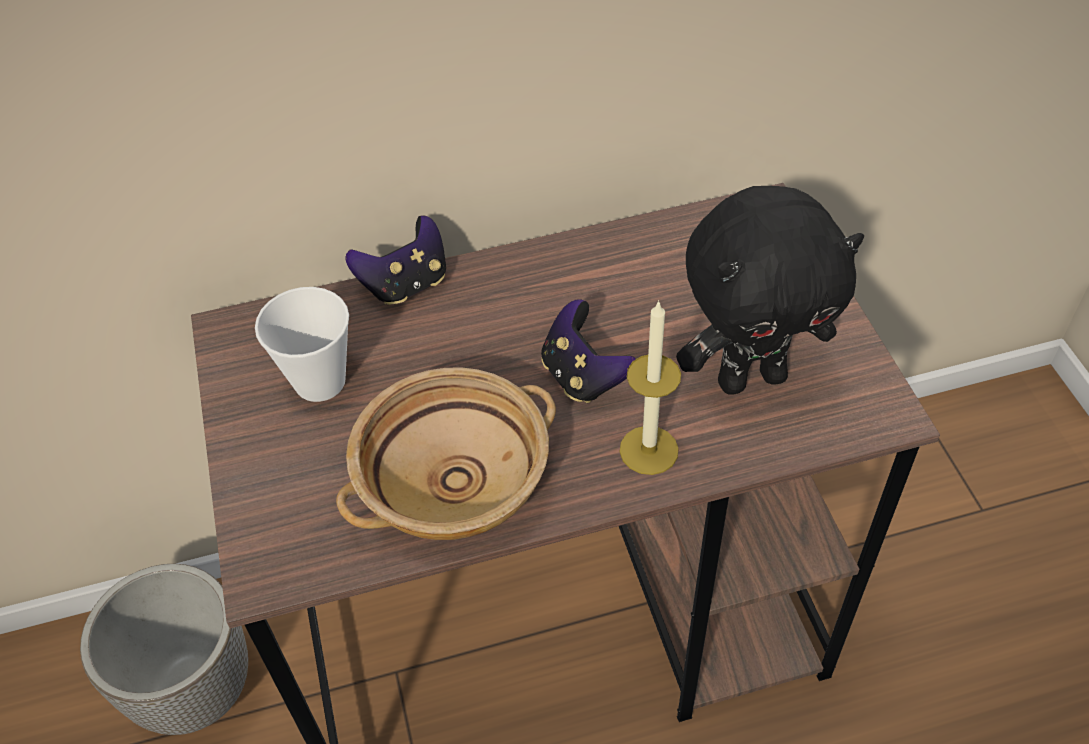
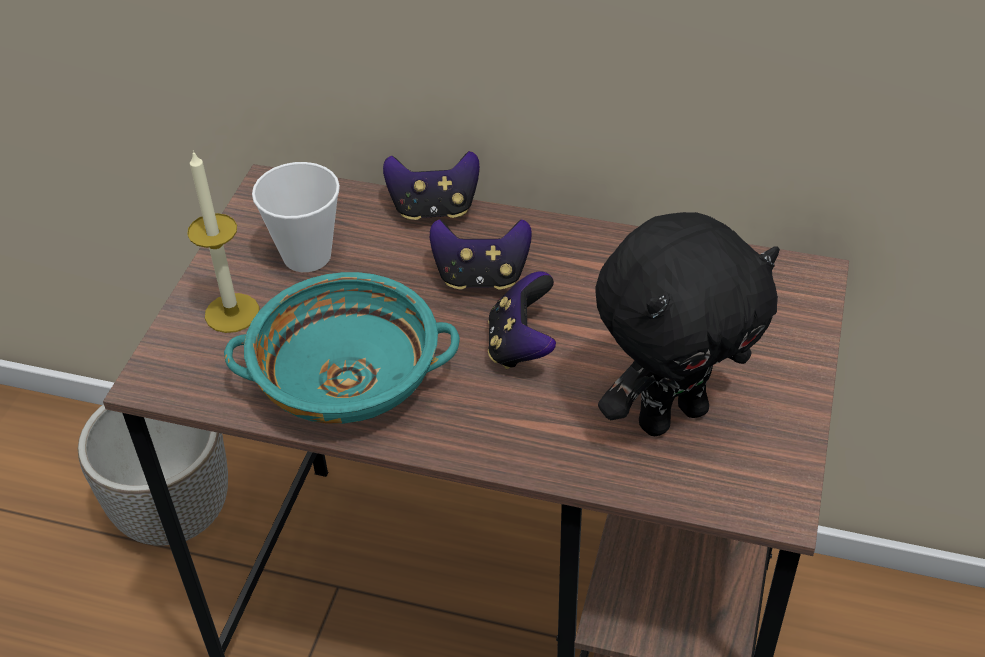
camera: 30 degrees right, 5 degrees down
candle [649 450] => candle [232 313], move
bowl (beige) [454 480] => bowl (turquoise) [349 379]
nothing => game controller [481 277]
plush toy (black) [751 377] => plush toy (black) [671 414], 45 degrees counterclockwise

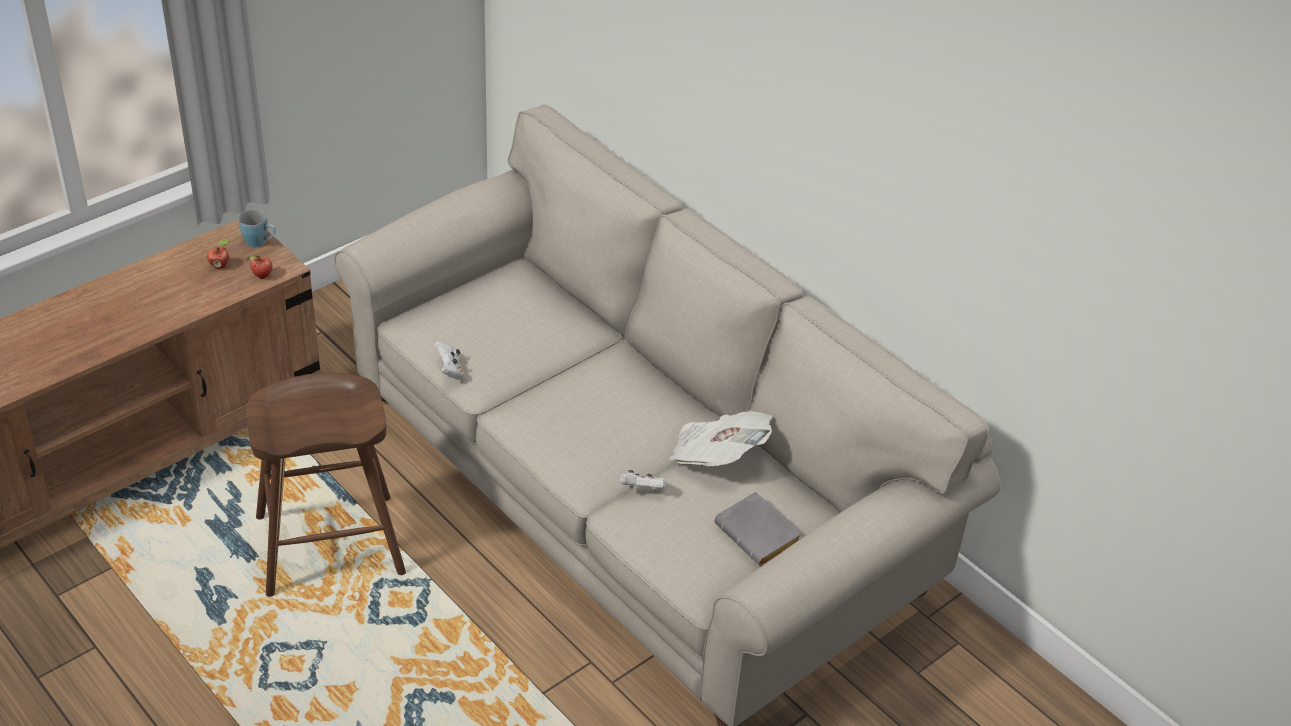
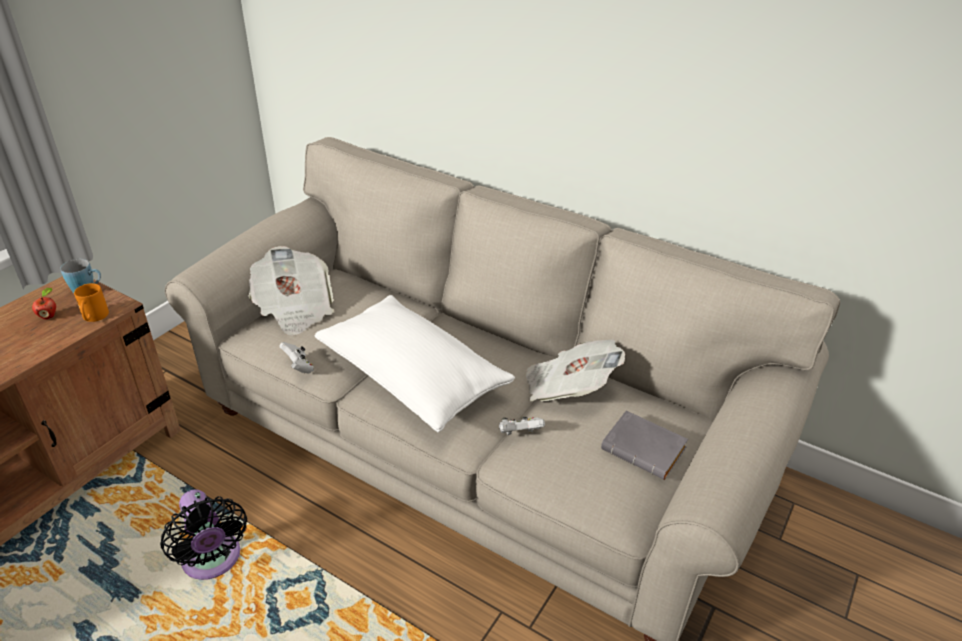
camera: 15 degrees left, 5 degrees down
apple [262 276] => mug (orange) [94 317]
stool (brown) [329 545] => fan (black) [213 561]
nothing => newspaper [294 309]
nothing => pillow (white) [412 378]

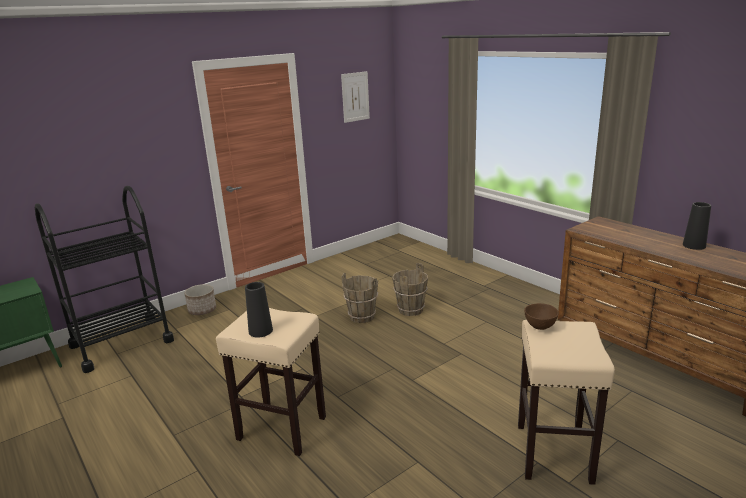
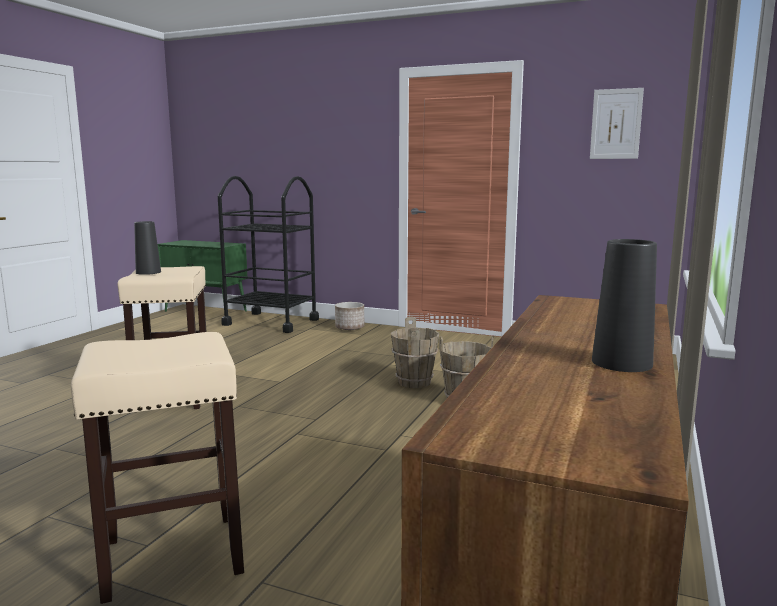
camera: 60 degrees right, 10 degrees down
bowl (brown) [540 326] => nothing

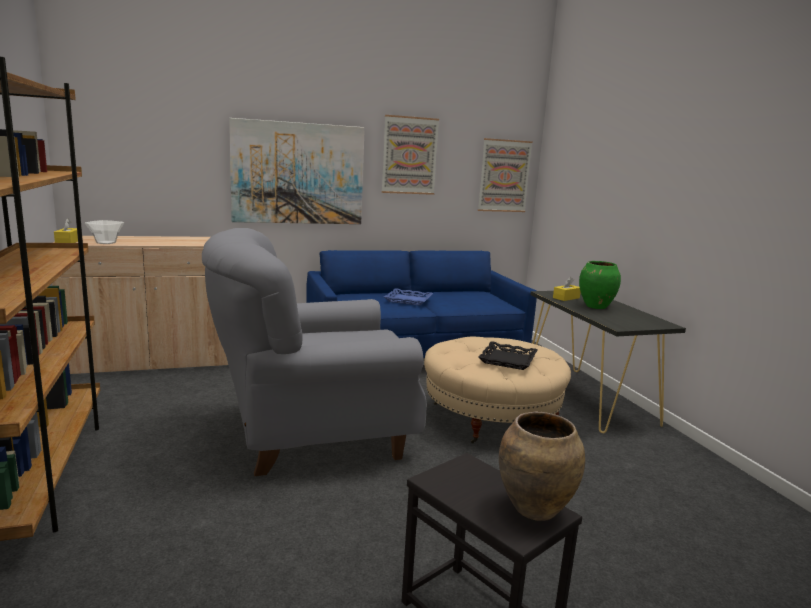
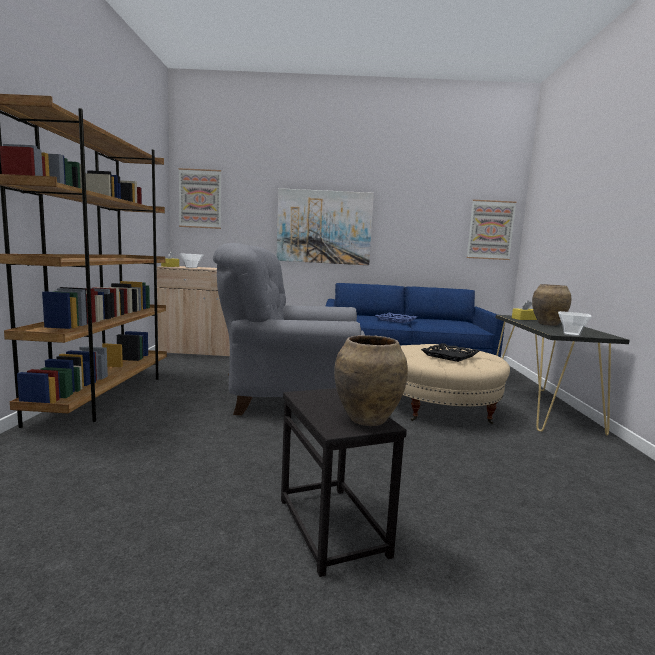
camera: 20 degrees right, 5 degrees down
picture [409 155] => picture [200 199], move
vase (green) [596 306] => vase (brown) [548 324]
nothing => bowl [572 334]

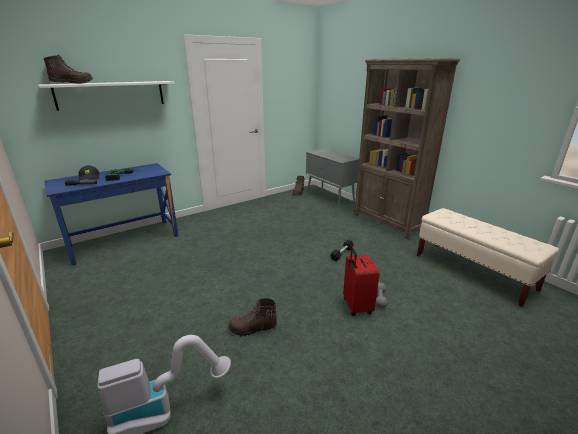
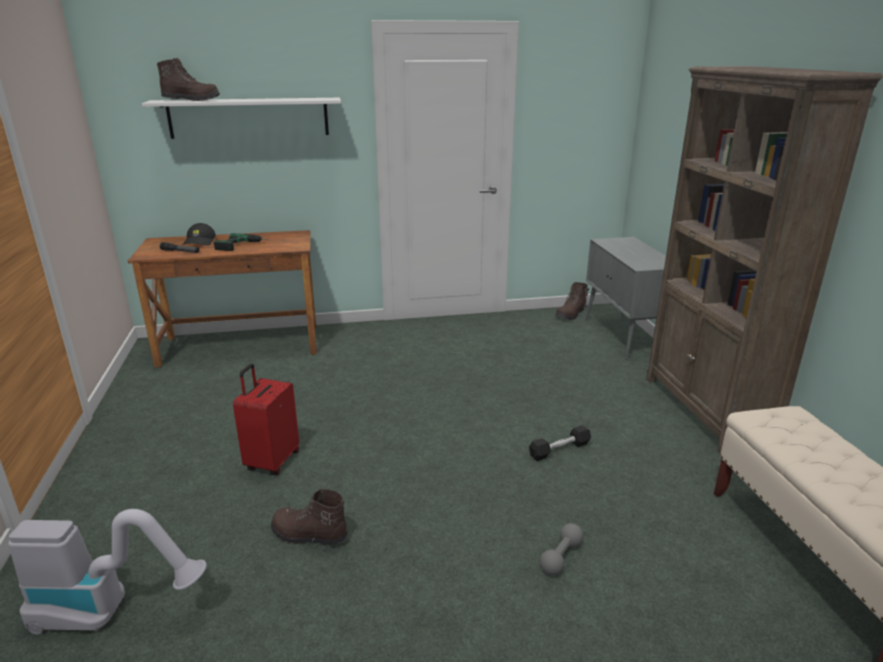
camera: 25 degrees right, 0 degrees up
desk (blue) [124 241] => desk (brown) [241 345]
suitcase (red) [356 306] => suitcase (red) [272 461], move

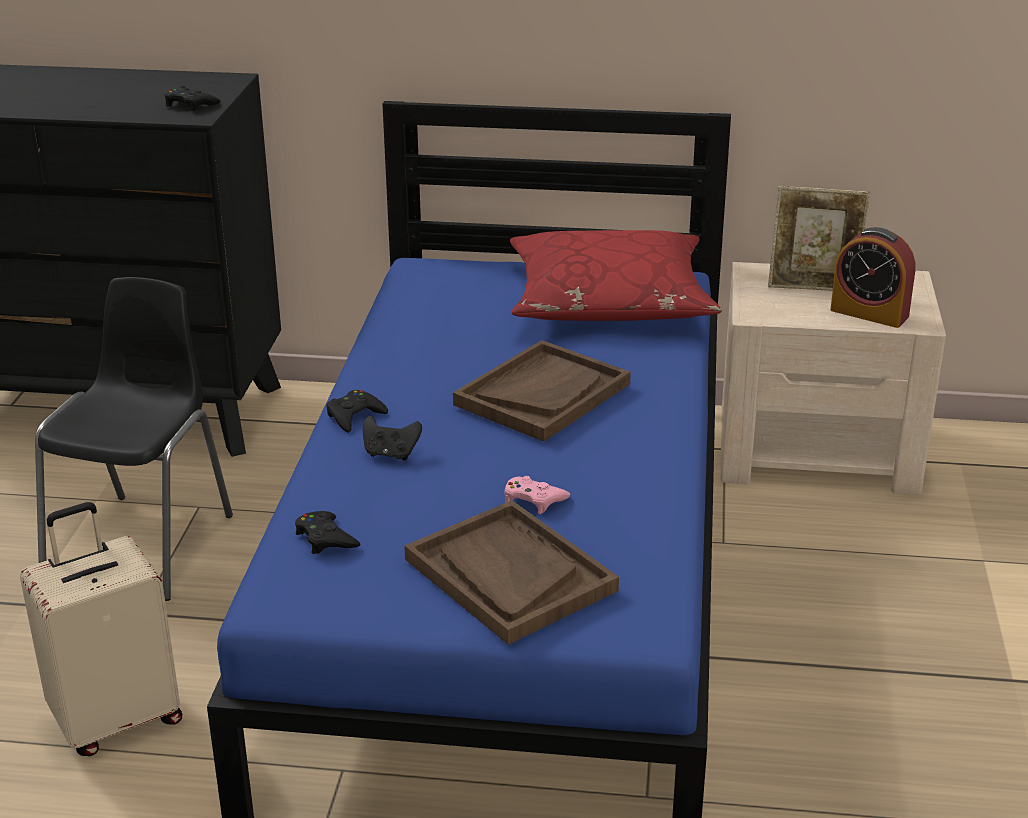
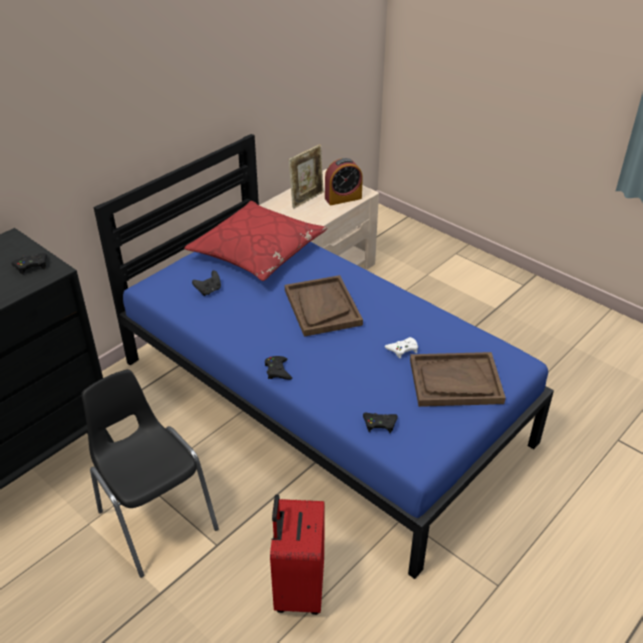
camera: 55 degrees left, 10 degrees up
game controller (black) [391 454] => game controller (black) [209 290], move
suitcase (beige) [116 719] => suitcase (red) [297 588]
game controller (pink) [533 499] => game controller (white) [402 349]

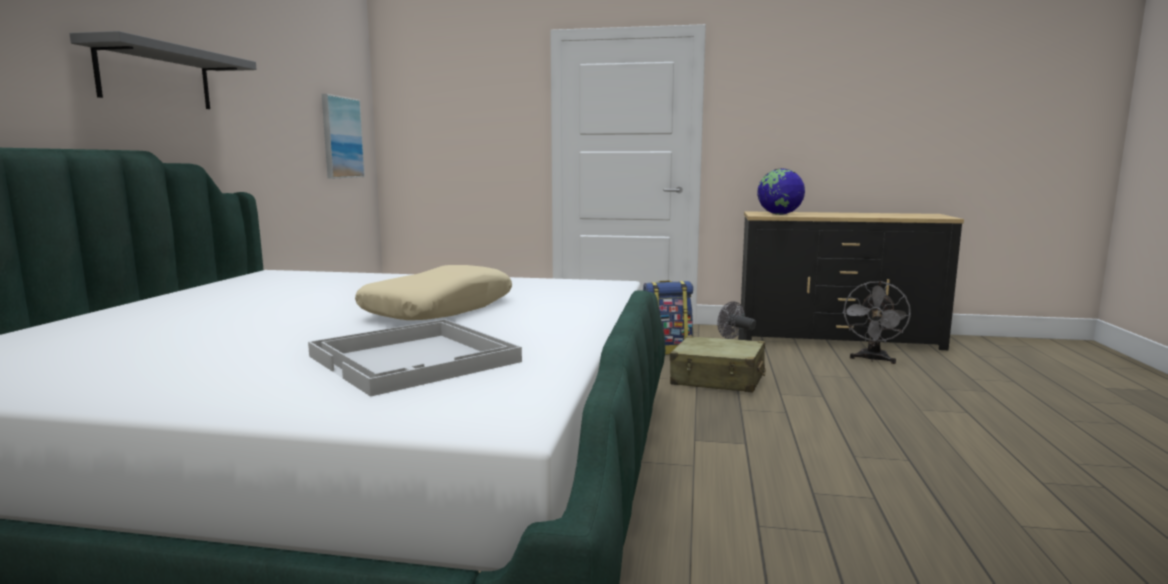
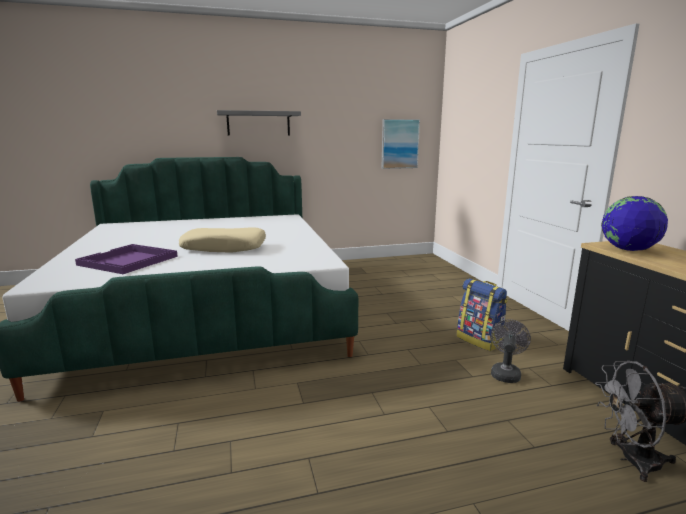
camera: 65 degrees right, 5 degrees up
tray (white) [416 359] => tray (purple) [128 261]
suitcase (beige) [718 379] => nothing

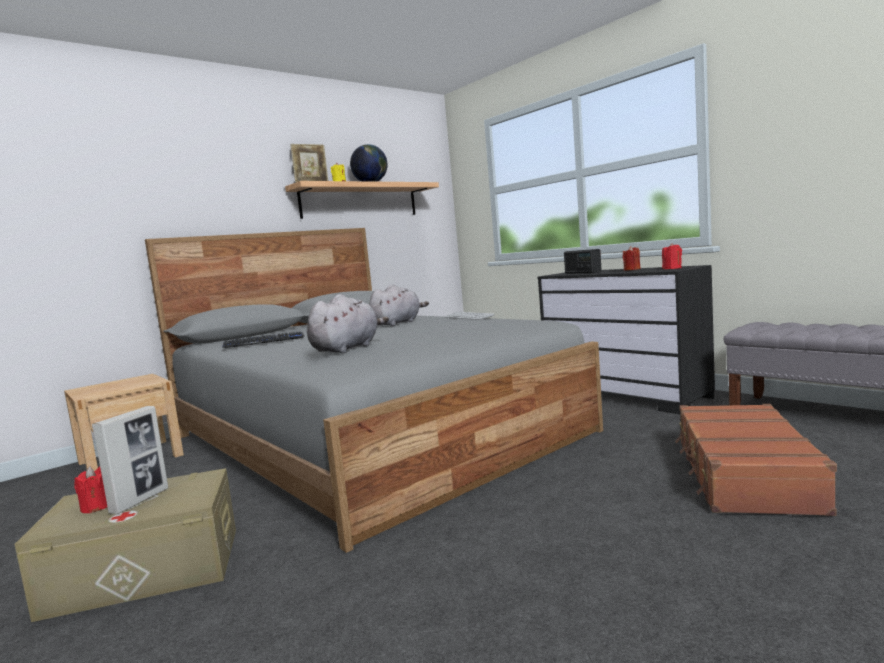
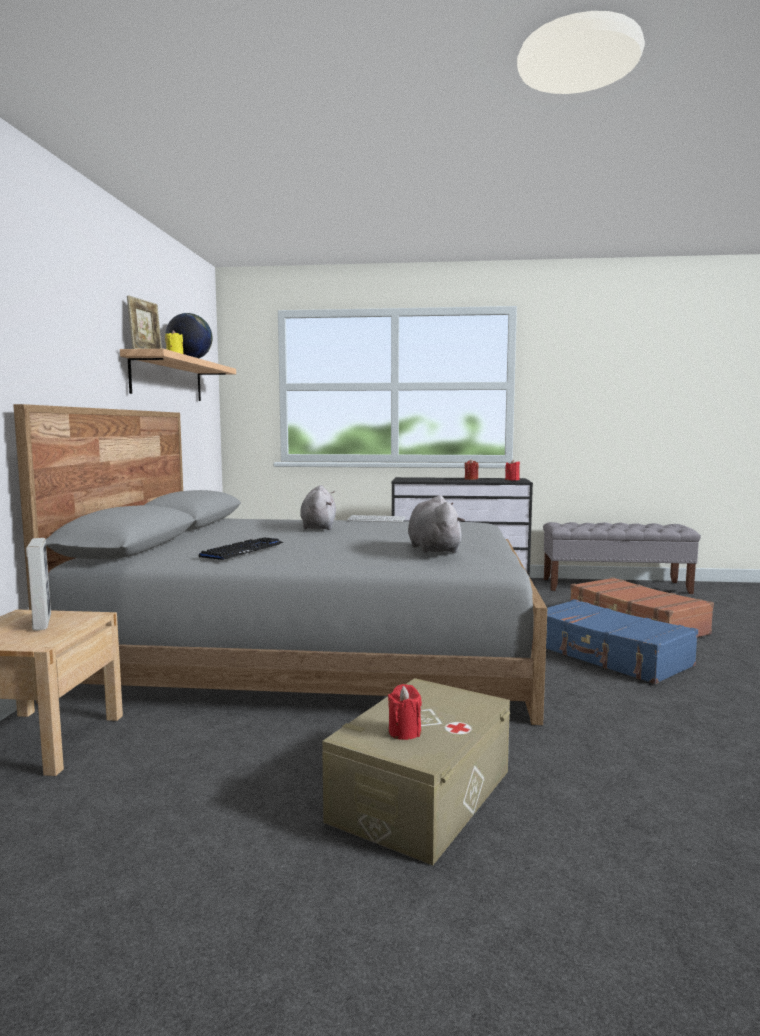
camera: 45 degrees left, 0 degrees up
picture frame [140 500] => picture frame [42 623], move
nothing => suitcase (blue) [608 655]
radio [582 273] => nothing

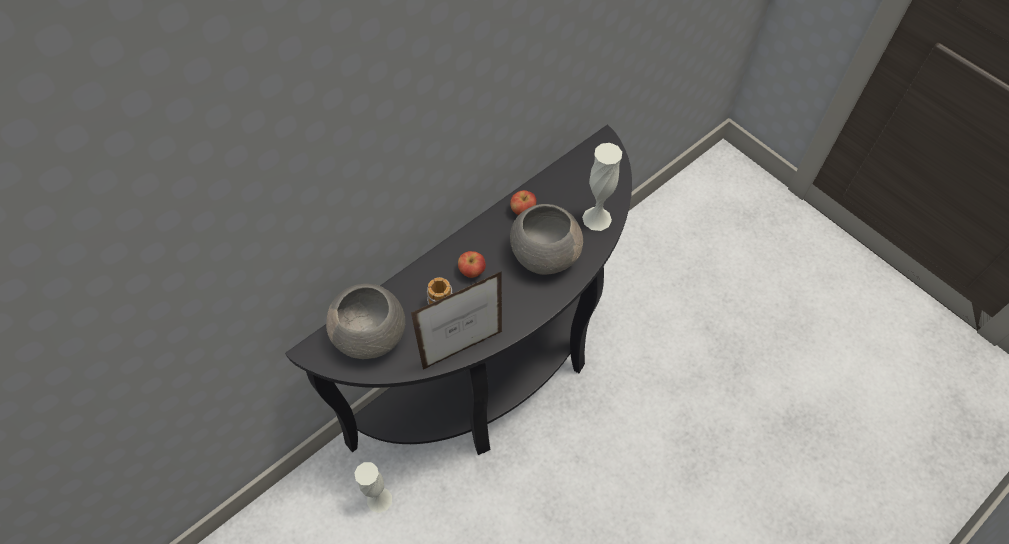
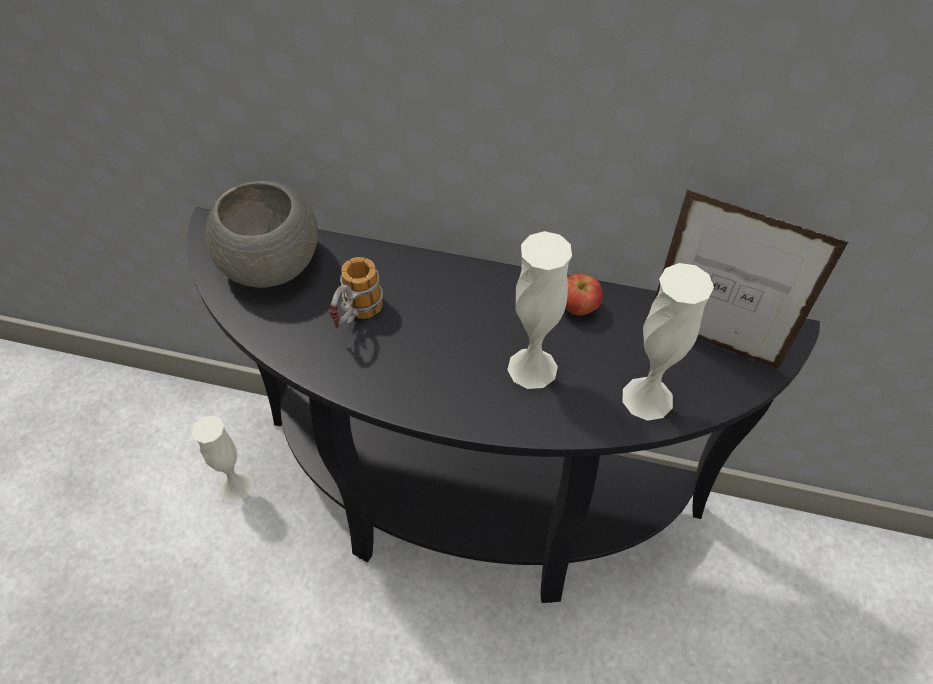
camera: 55 degrees right, 5 degrees down
bowl (grey) [544 253] => vase (white) [532 368]
picture frame [463 350] => picture frame [712 344], move
apple [472 271] => nothing

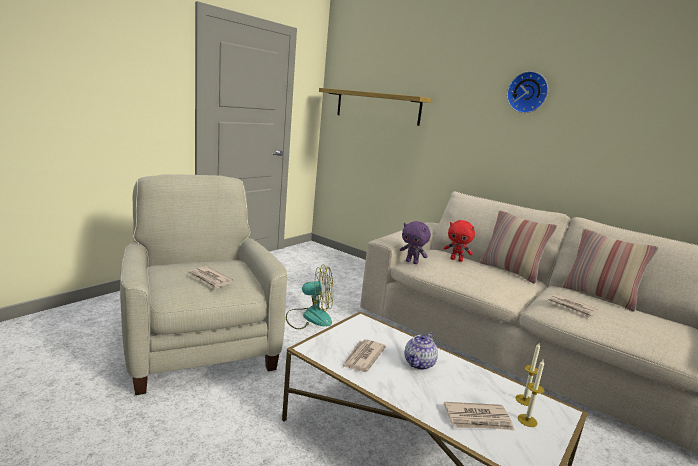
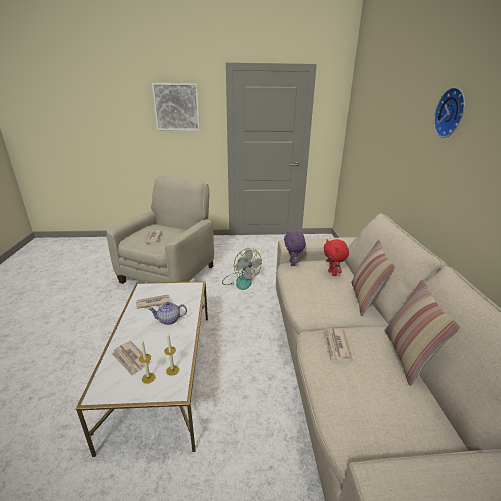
camera: 50 degrees right, 10 degrees up
nothing => picture [176 107]
shelf [377 107] => nothing

